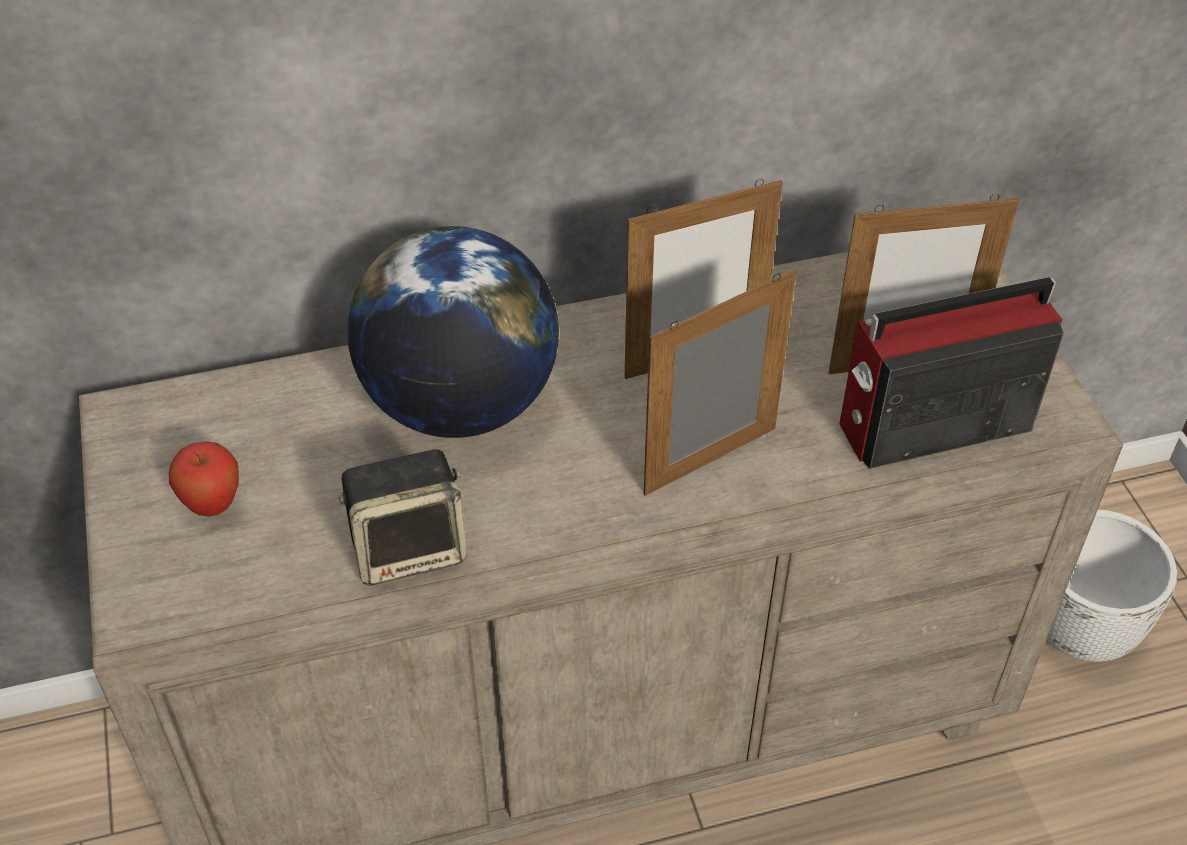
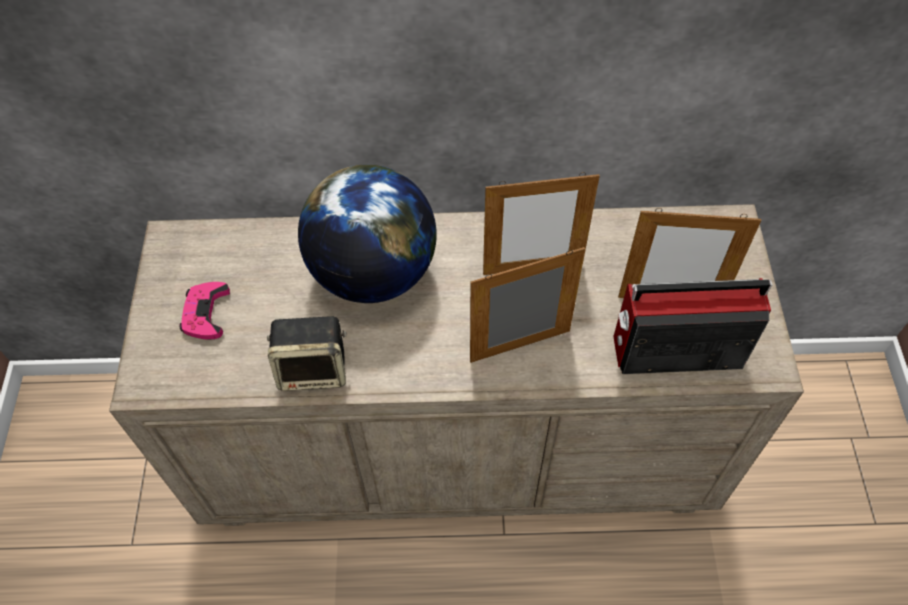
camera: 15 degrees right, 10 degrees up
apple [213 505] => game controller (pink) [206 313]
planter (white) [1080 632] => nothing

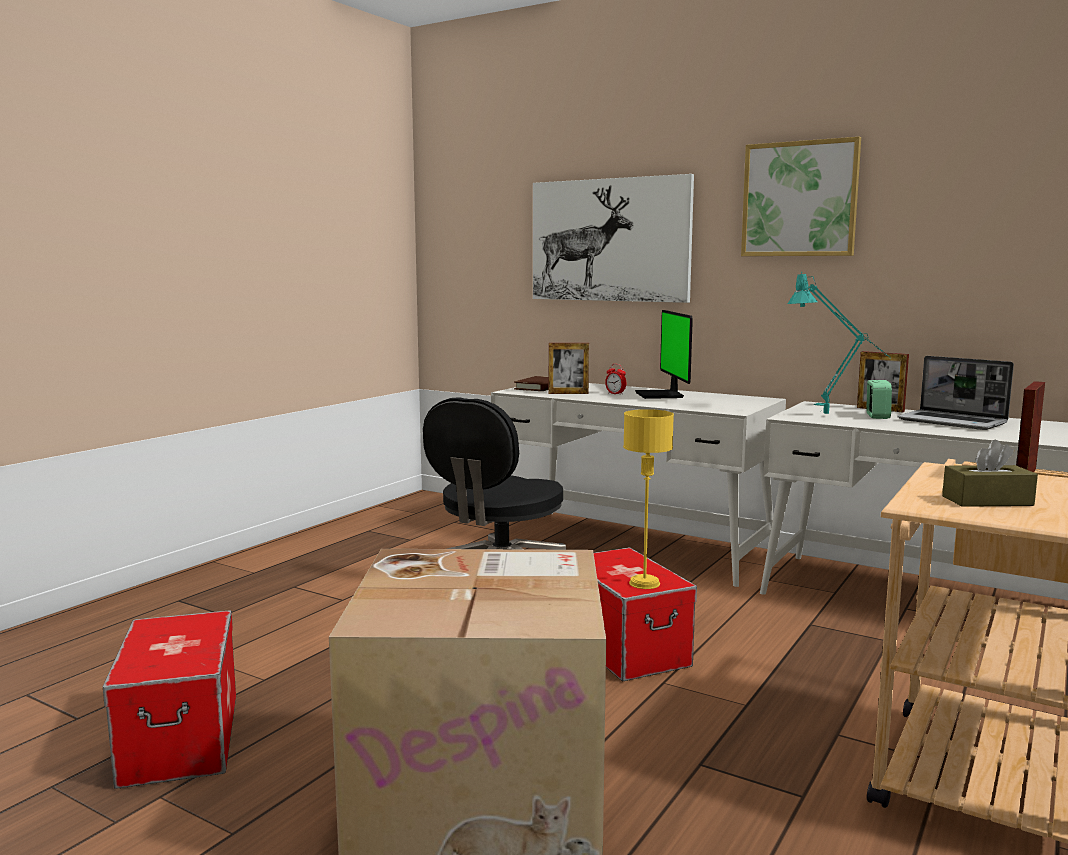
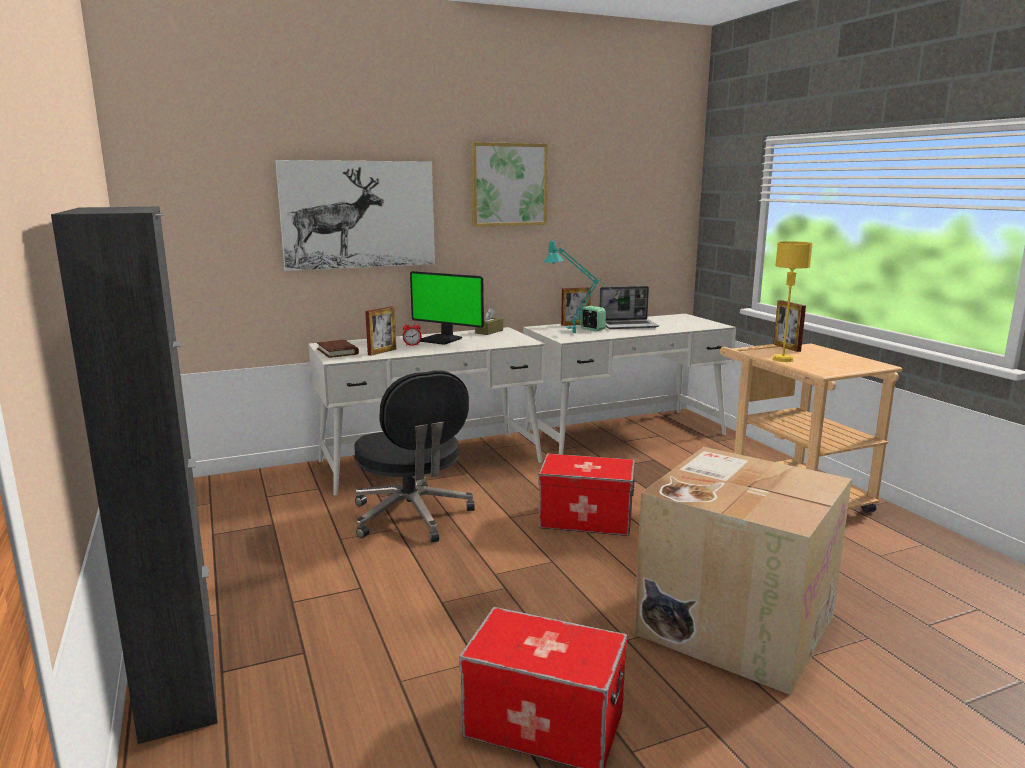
camera: 55 degrees left, 5 degrees up
nothing => cabinet (black) [179 684]
tissue box (brown) [987 501] => tissue box (brown) [489 331], move
table lamp (yellow) [644 583] => table lamp (yellow) [782 359], move

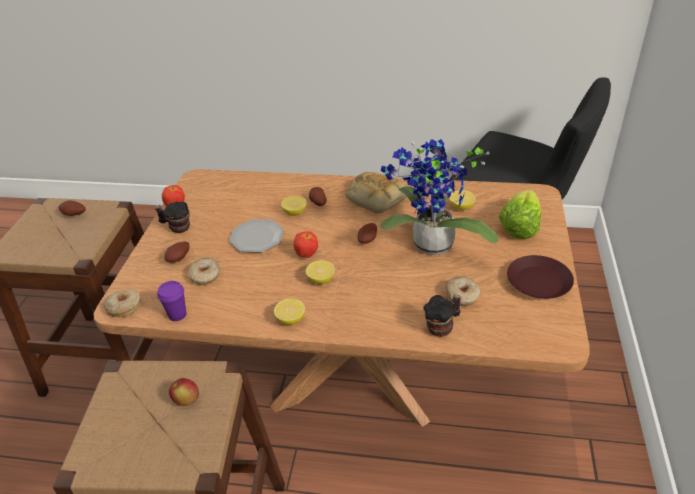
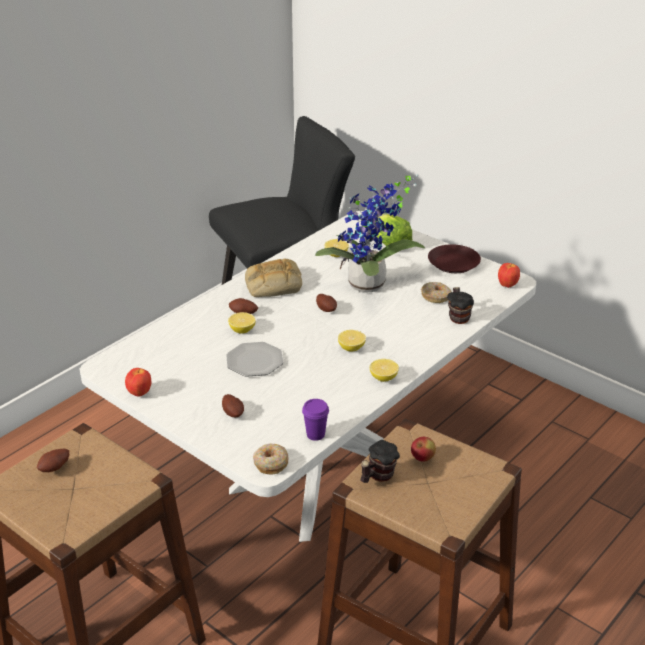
camera: 60 degrees left, 5 degrees down
dining table (brown) [355 379] => dining table (white) [321 473]
mug [177 227] => mug [377 476], move
apple [307 254] => apple [507 285], move
donut [205 276] => nothing

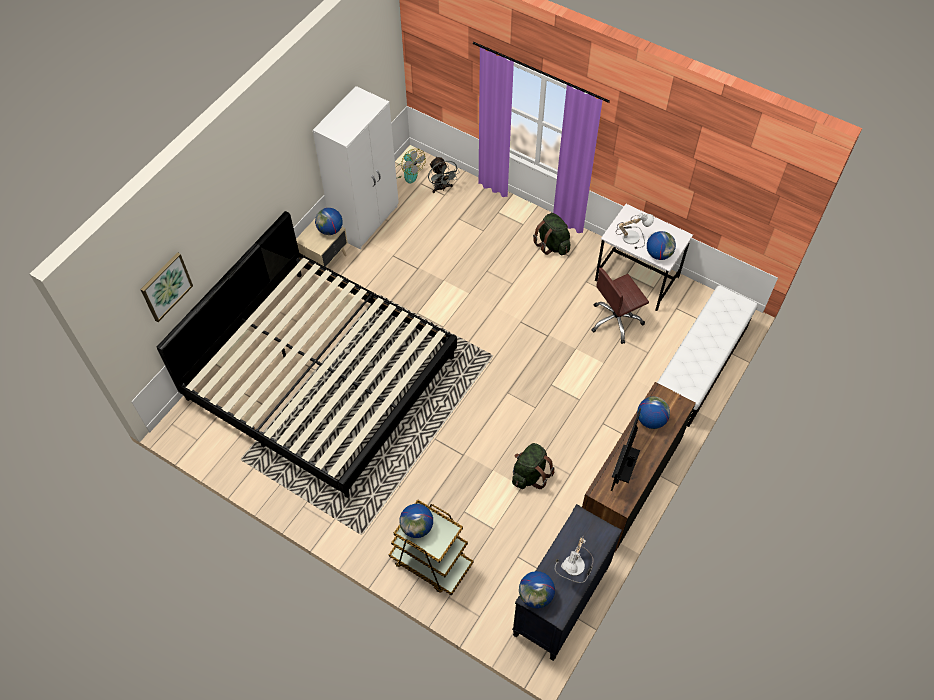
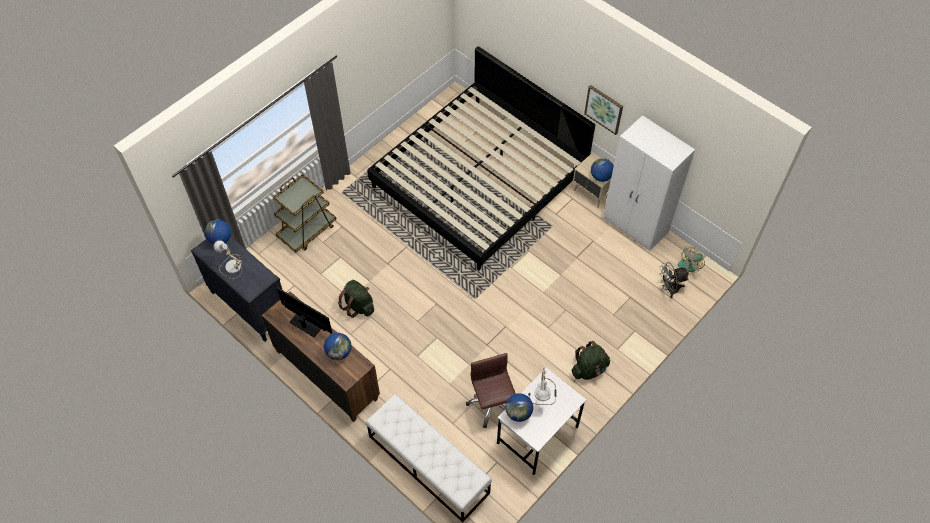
camera: 100 degrees right, 0 degrees up
picture [166 286] => picture [604 109], move
globe [417 527] => nothing

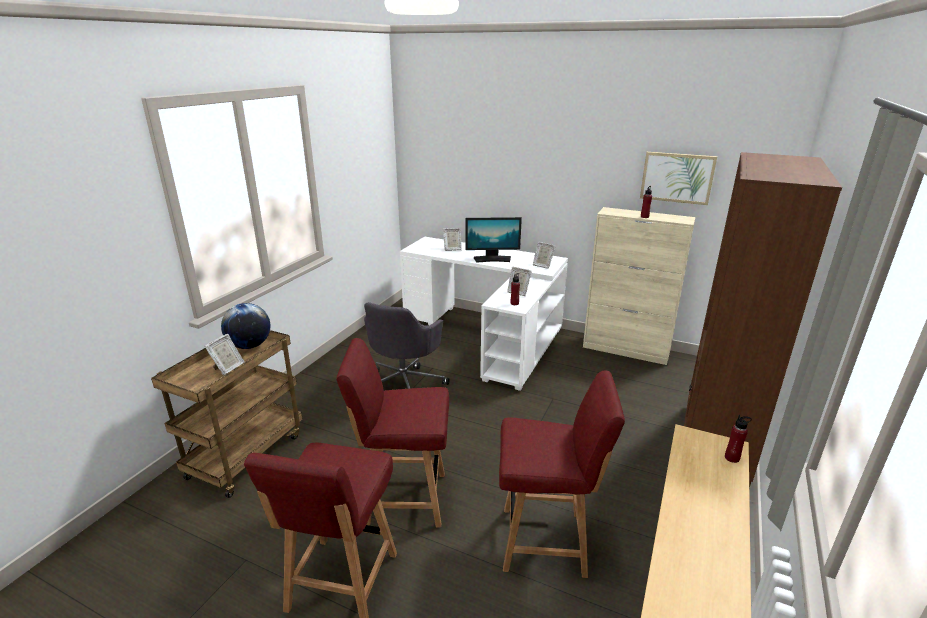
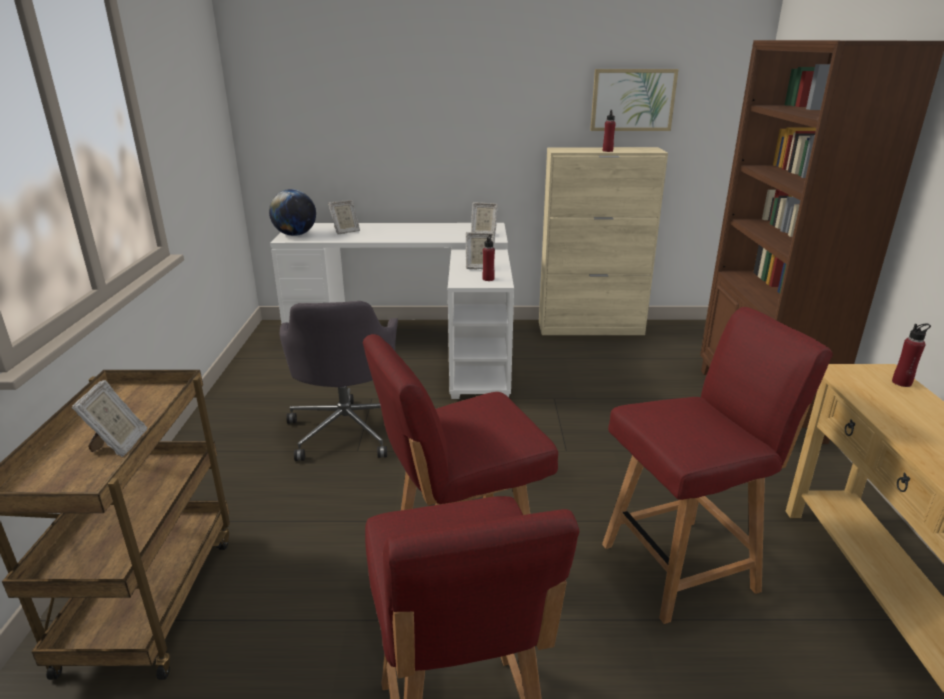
camera: 25 degrees left, 0 degrees up
globe [250 346] => globe [295 235], move
monitor [492 259] => nothing

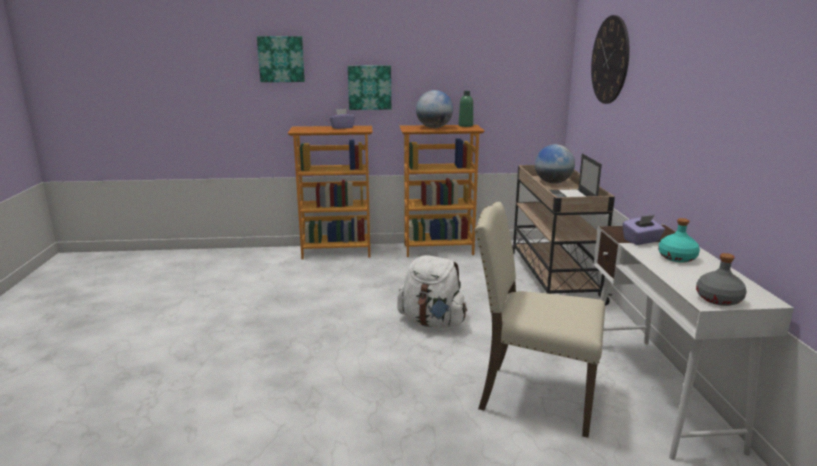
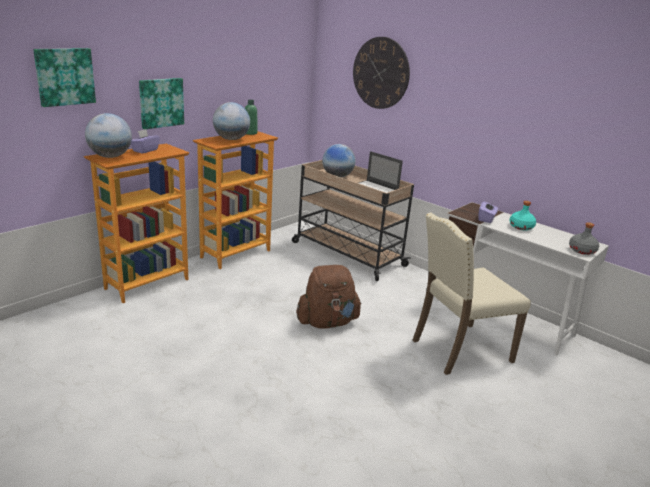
camera: 45 degrees left, 5 degrees up
nothing => globe [110 156]
backpack (white) [432 322] => backpack (brown) [327 322]

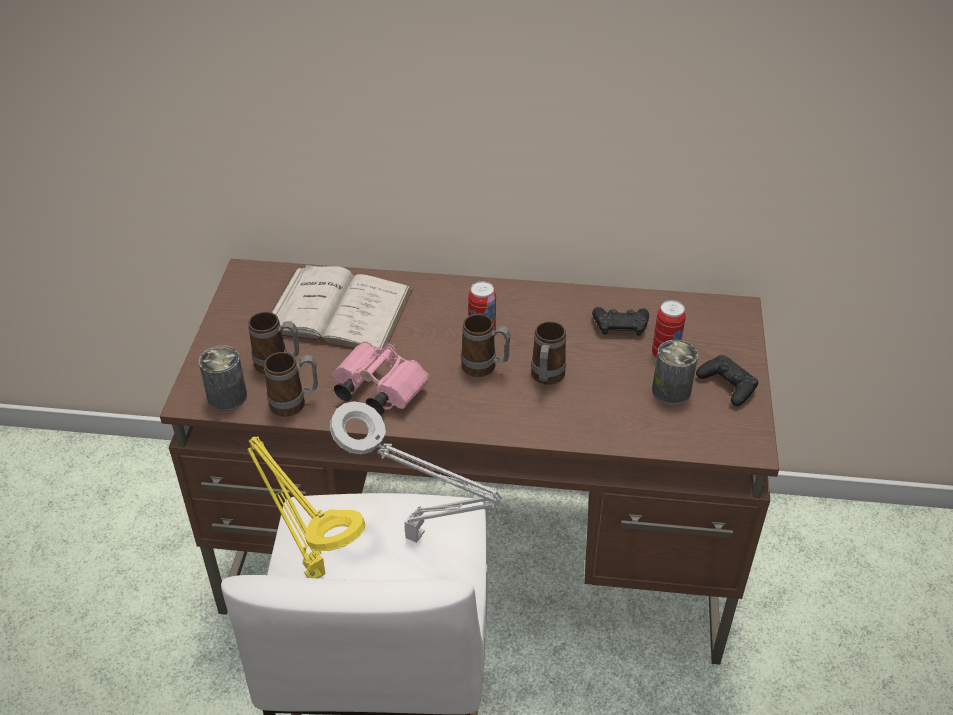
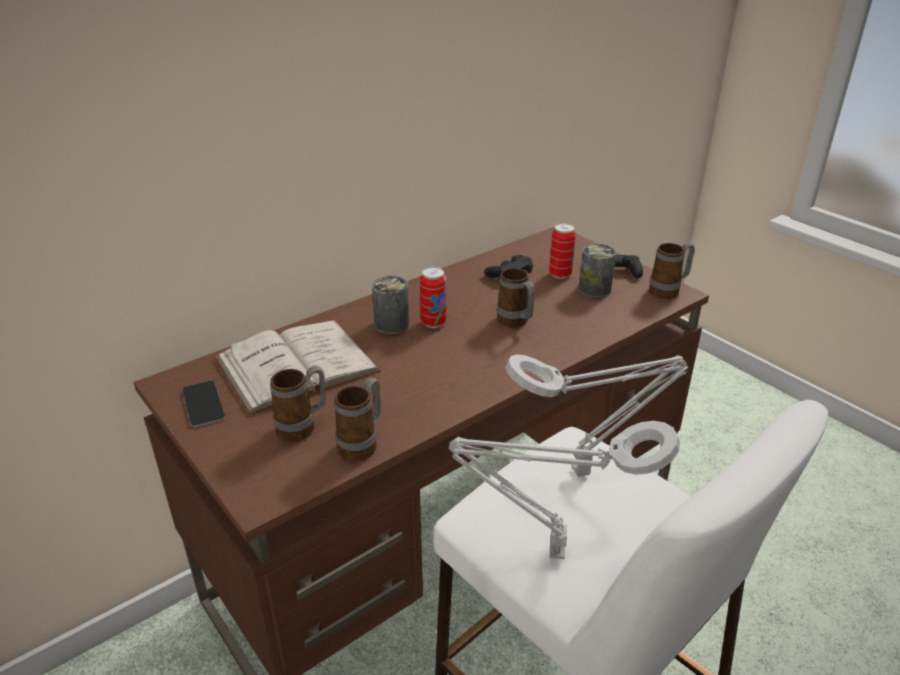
camera: 45 degrees left, 10 degrees down
nothing => phone [203 404]
can [227 396] => can [391 325], move
table lamp (yellow) [312 571] => table lamp (grey) [549 552]
mug [485 368] => mug [669 291], move
binoculars (pink) [376 390] => nothing

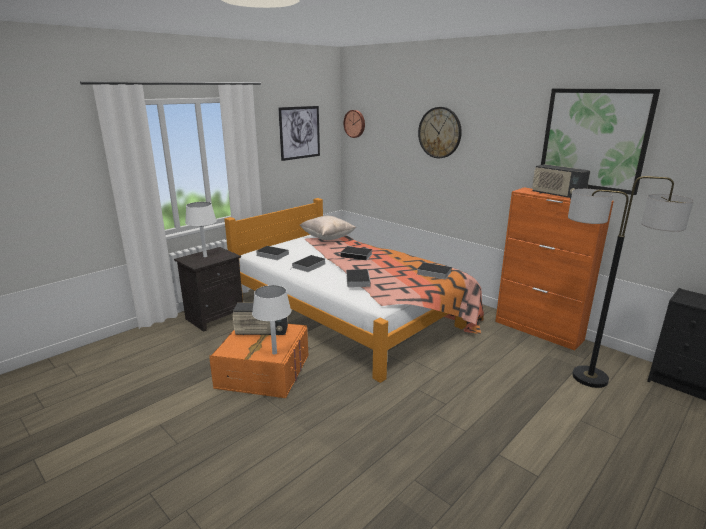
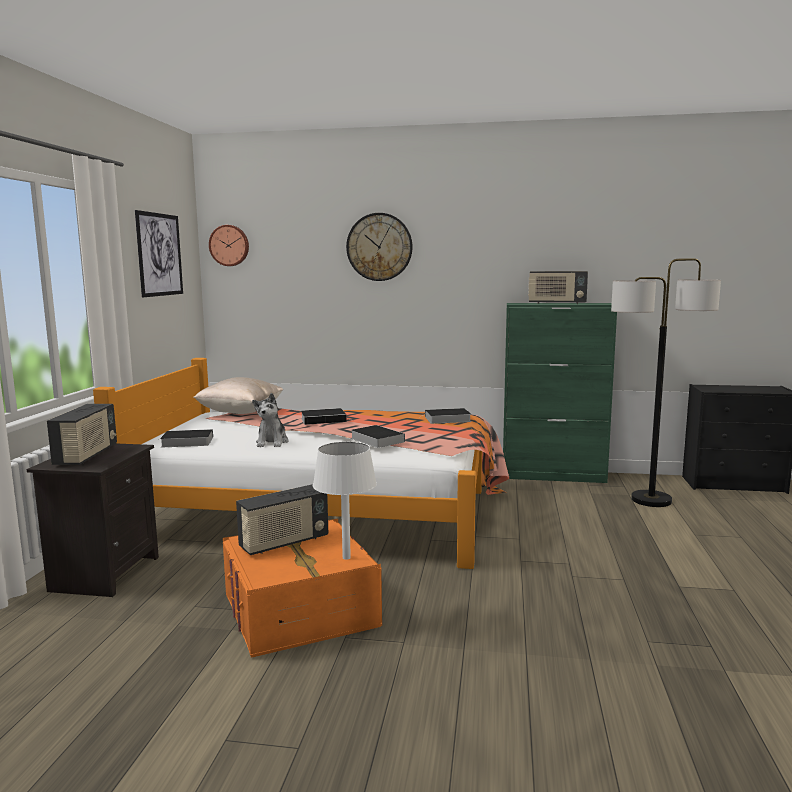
camera: 35 degrees left, 10 degrees down
table lamp (white) [205 256] => radio [87 456]
book [309 266] => plush toy [272 442]
cabinet (orange) [538 331] => cabinet (green) [553 476]
picture [594 139] => nothing

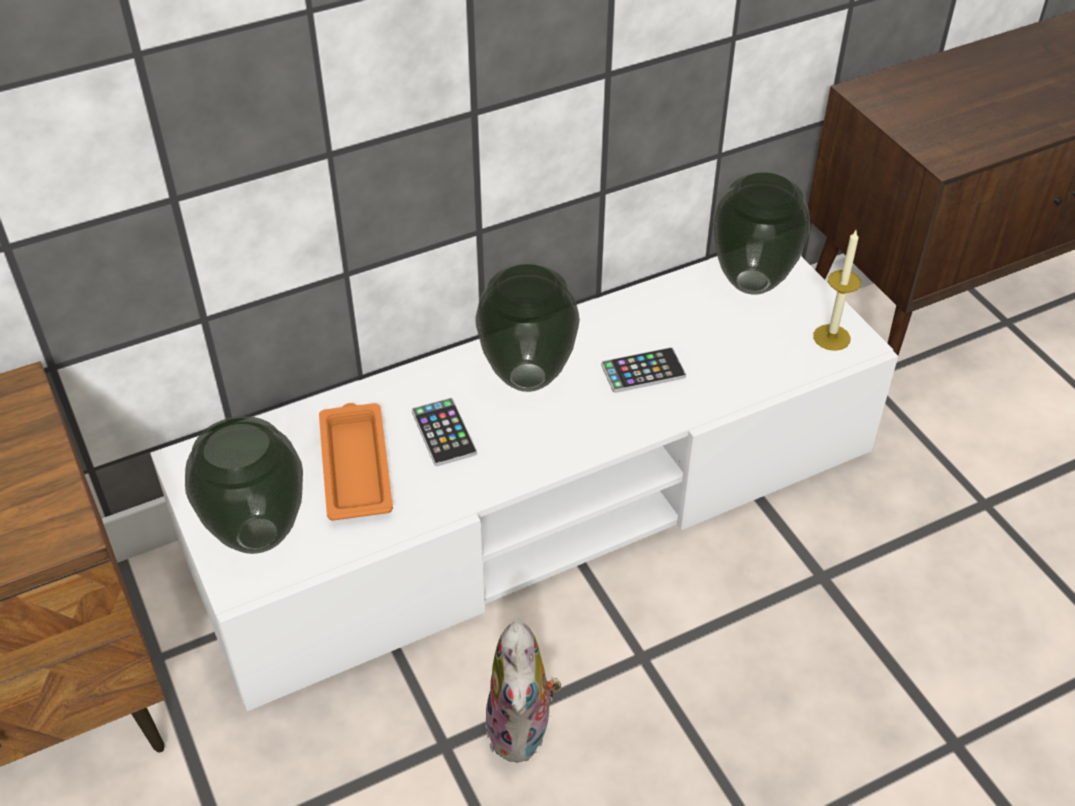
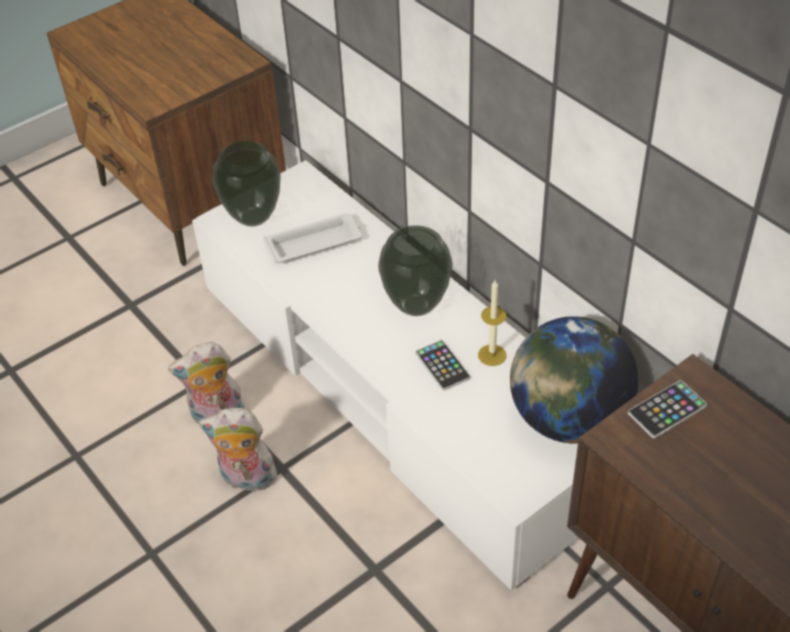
camera: 80 degrees right, 0 degrees up
nothing => plush toy [246 479]
tray (orange) [355 465] => tray (white) [315 243]
candle [831 337] => candle [492 355], move
vase [752 283] => globe [567 418]
phone [444 432] => phone [667 410], move

